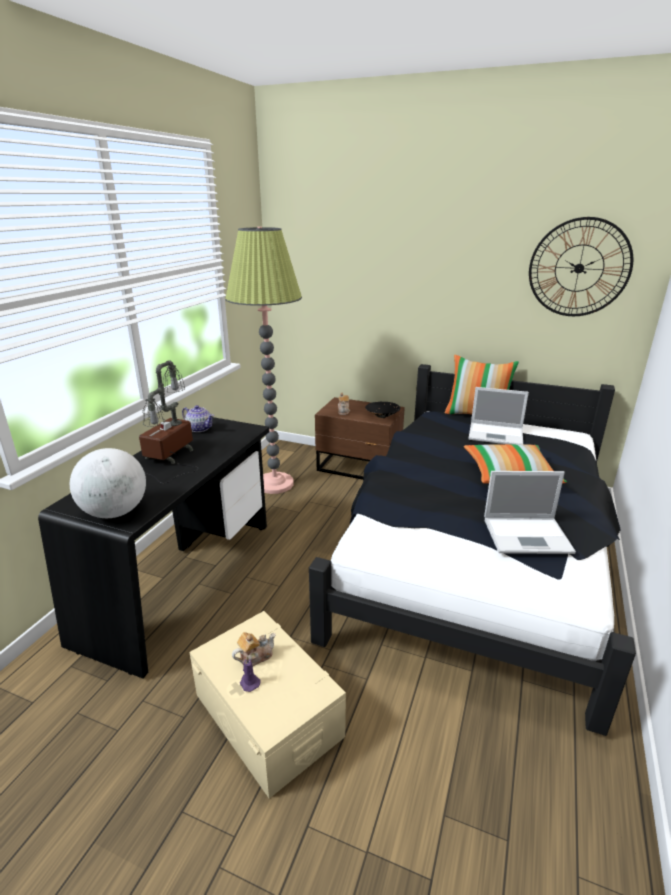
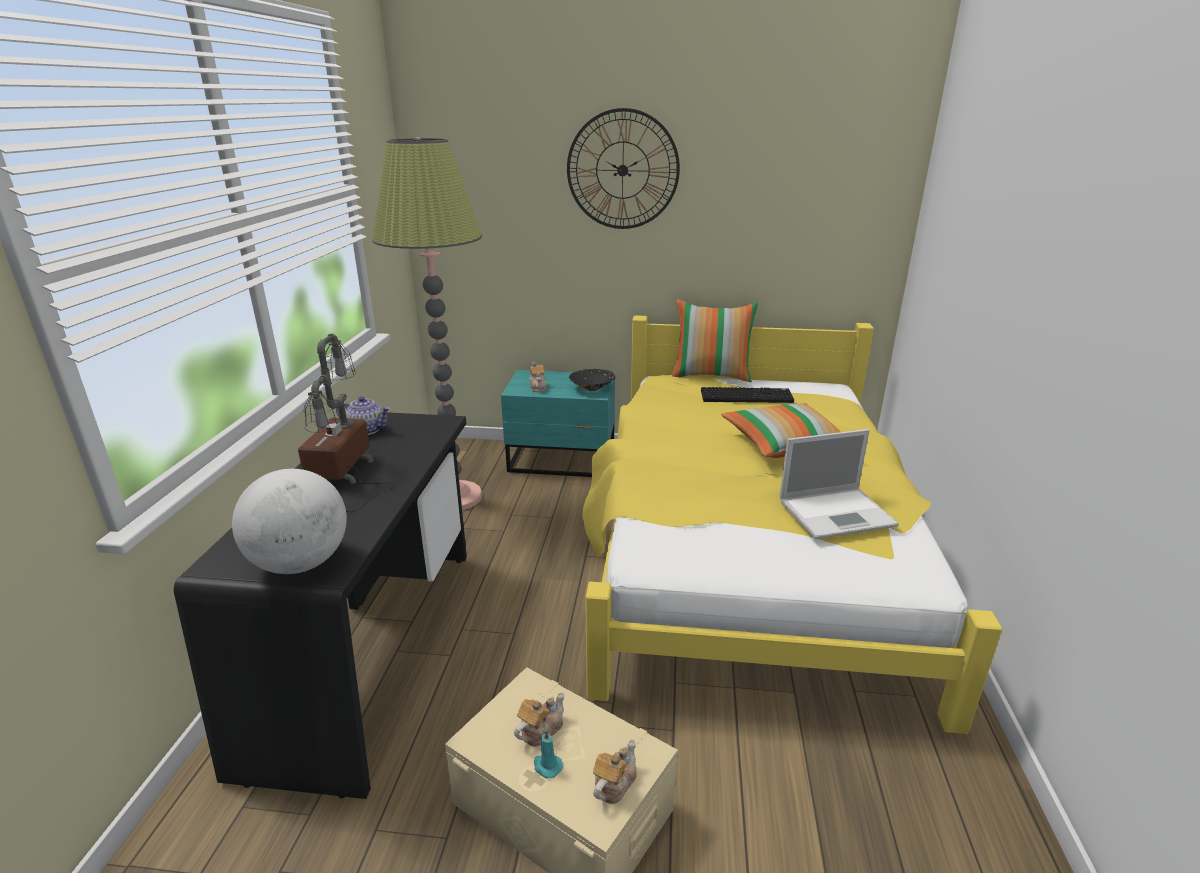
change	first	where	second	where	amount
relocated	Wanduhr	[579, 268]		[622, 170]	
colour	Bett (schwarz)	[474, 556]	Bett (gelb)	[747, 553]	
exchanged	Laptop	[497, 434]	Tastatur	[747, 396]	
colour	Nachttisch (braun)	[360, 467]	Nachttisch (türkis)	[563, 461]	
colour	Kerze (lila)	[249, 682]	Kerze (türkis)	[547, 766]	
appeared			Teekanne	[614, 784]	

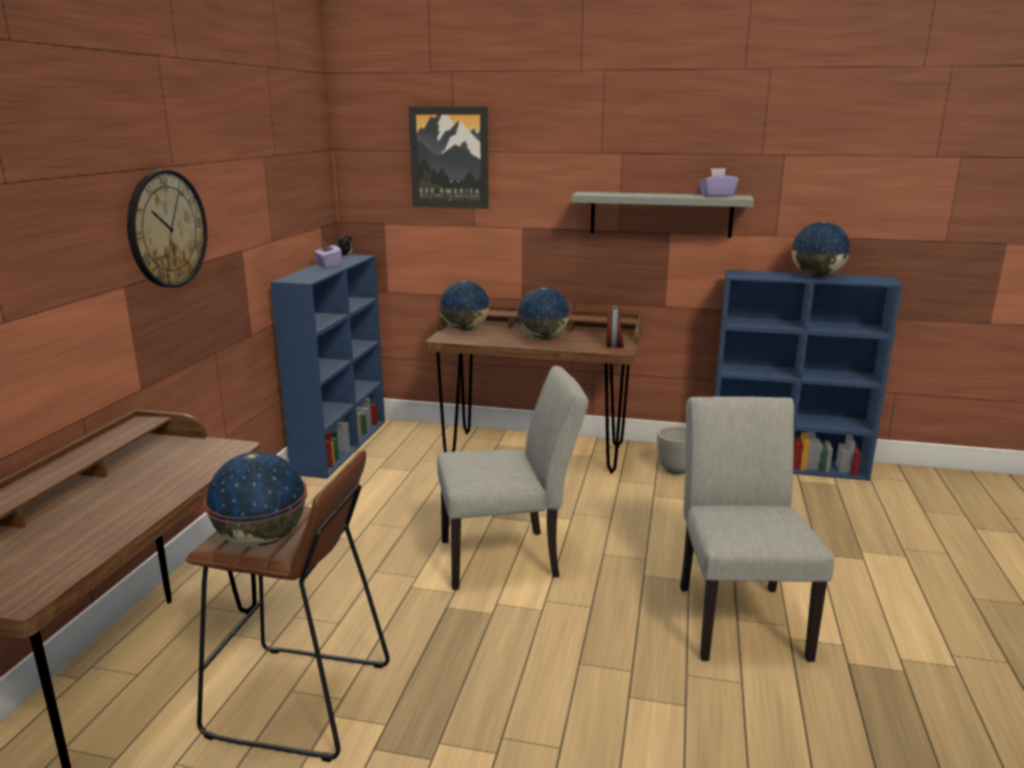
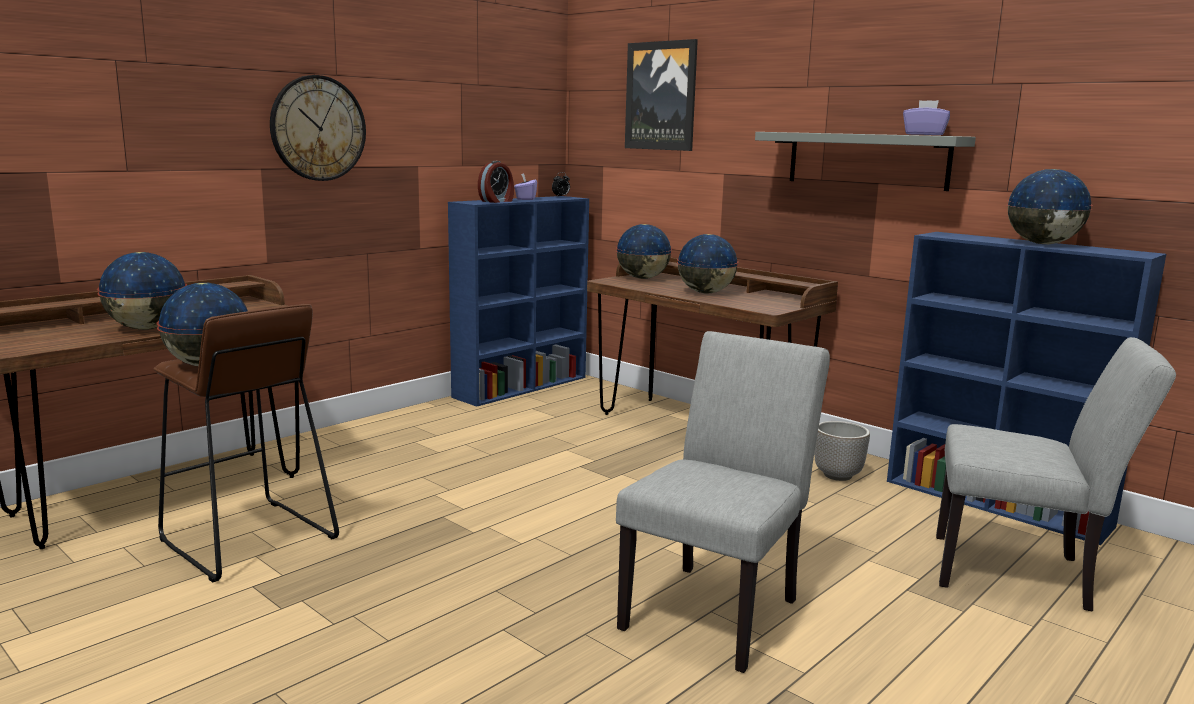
change	first	where	second	where	amount
relocated	Wecker	[614, 344]		[497, 201]	
relocated	Stuhl (grau)	[509, 558]		[1024, 574]	
appeared			Globus	[147, 328]	

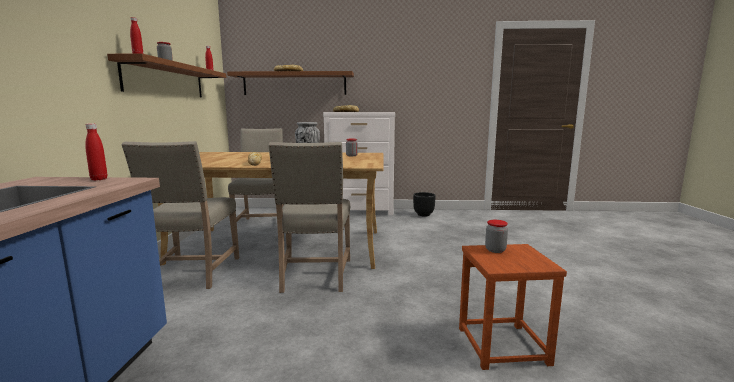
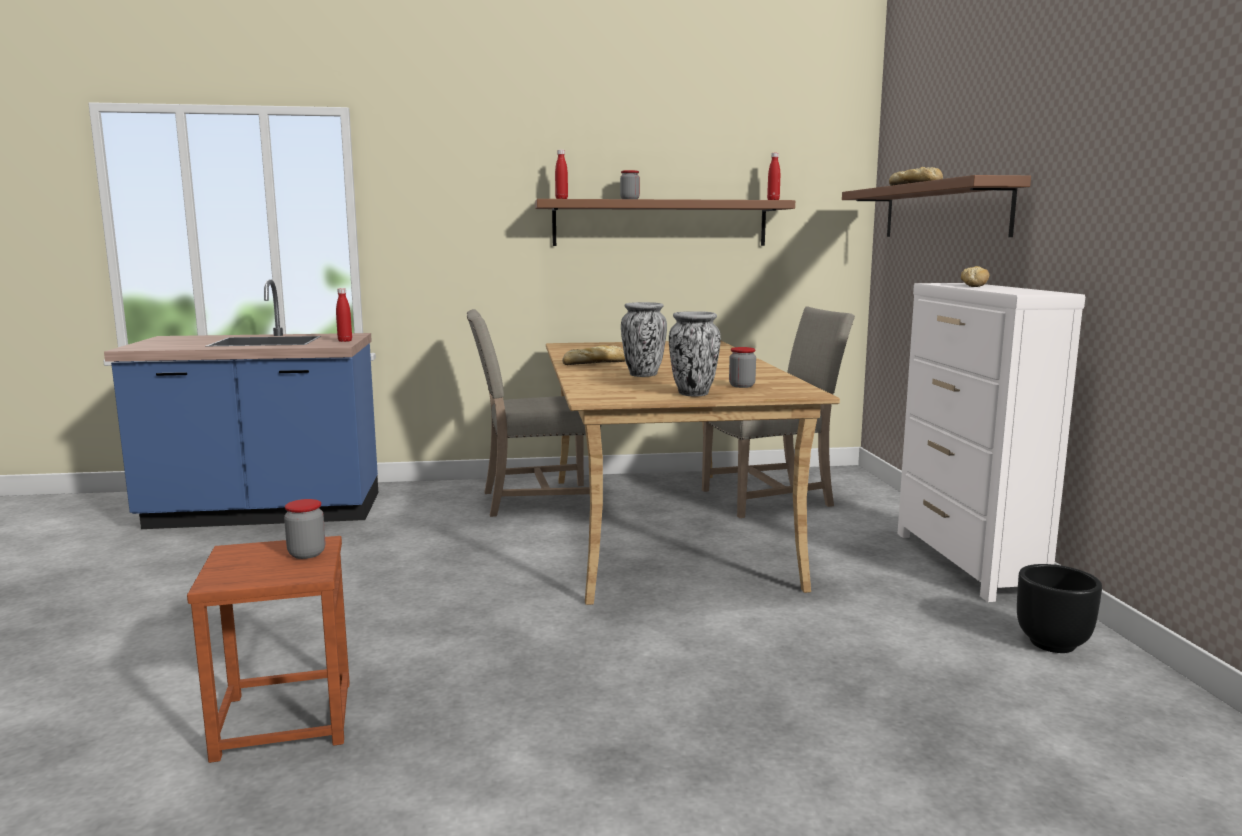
change	first	where	second	where	amount
missing	Stuhl (beige)	[315, 276]			
appeared			Vase	[693, 394]	

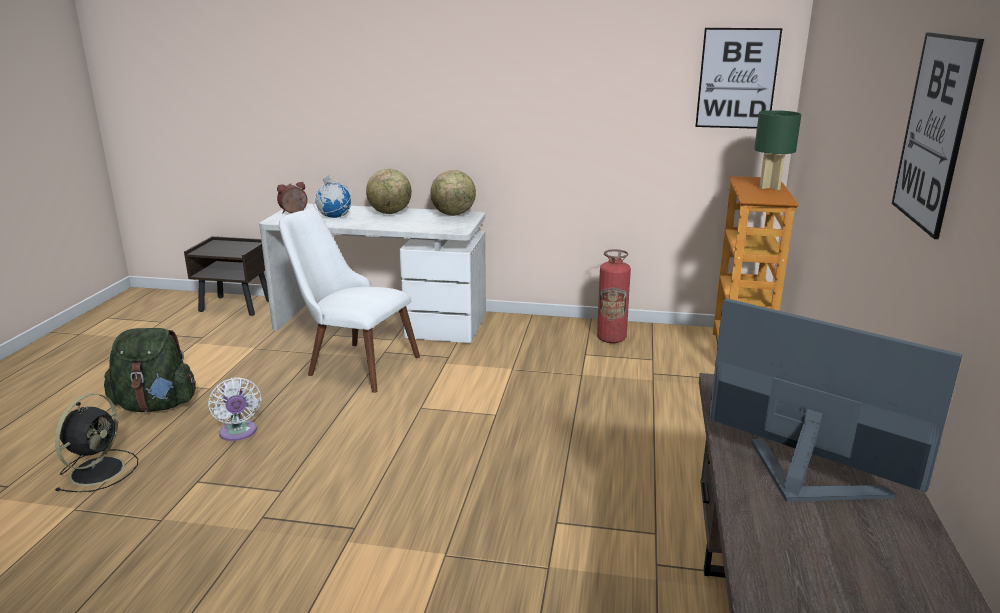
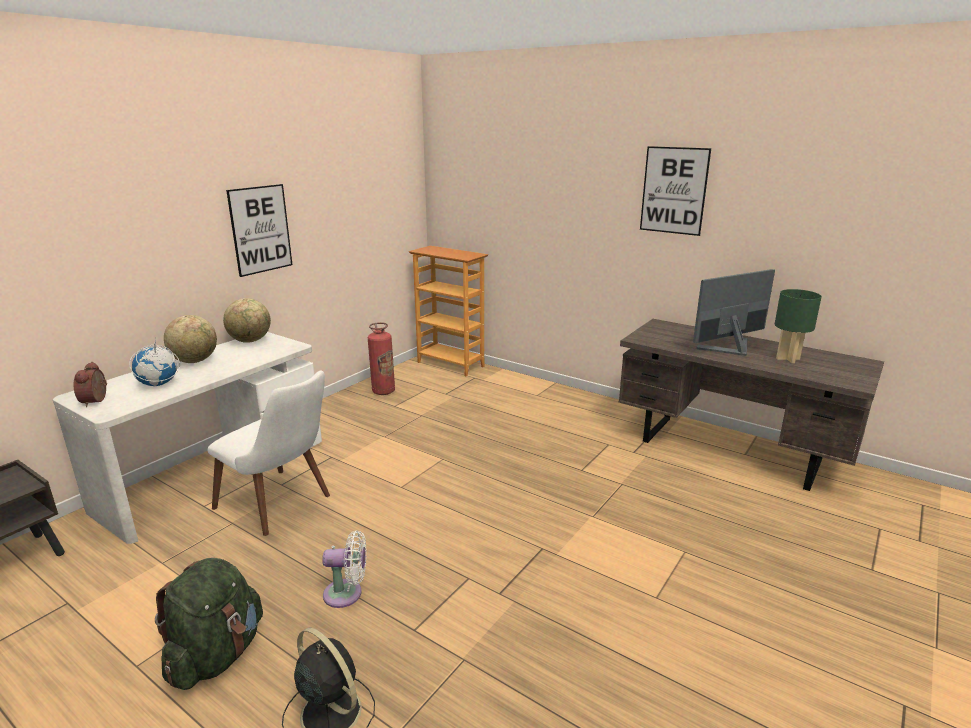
change	first	where	second	where	amount
relocated	Bild	[737, 78]		[260, 229]	
relocated	Tischlampe (grün)	[769, 187]		[788, 359]	
spun	Stuhl (weiß)	[352, 363]		[282, 505]	105 degrees counterclockwise

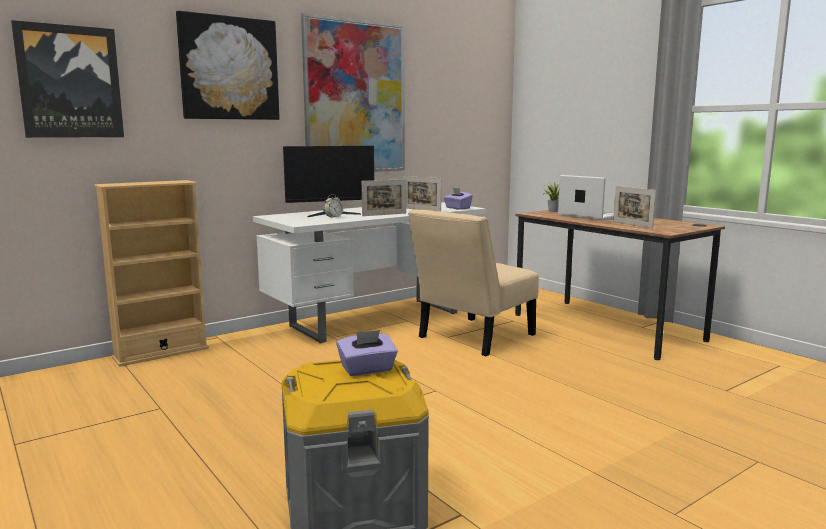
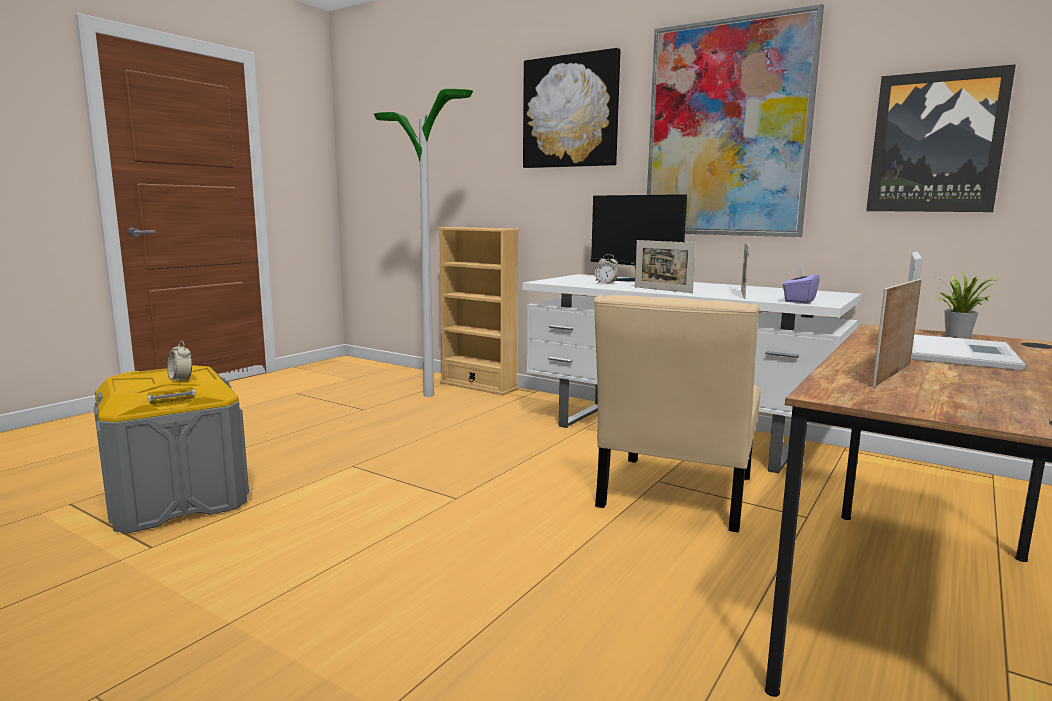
change	first	where	second	where	amount
relocated	Bild	[70, 82]		[936, 143]	
spun	Stuhl (beige)	[472, 338]		[673, 496]	90 degrees counterclockwise
exchanged	Taschentuchbox (lila)	[367, 370]	Wecker	[181, 380]	
appeared			Stehlampe	[429, 395]	

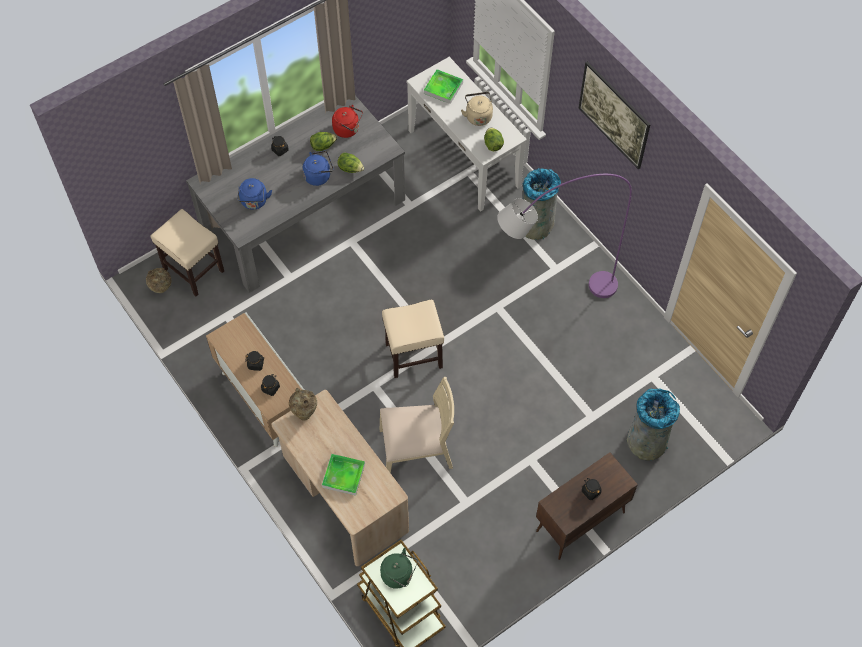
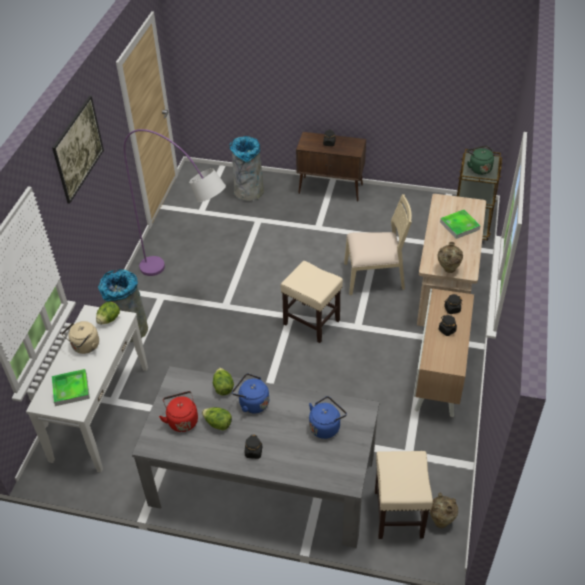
change	first	where	second	where	amount
spun	Stuhl (beige)	[416, 450]		[374, 276]	135 degrees clockwise

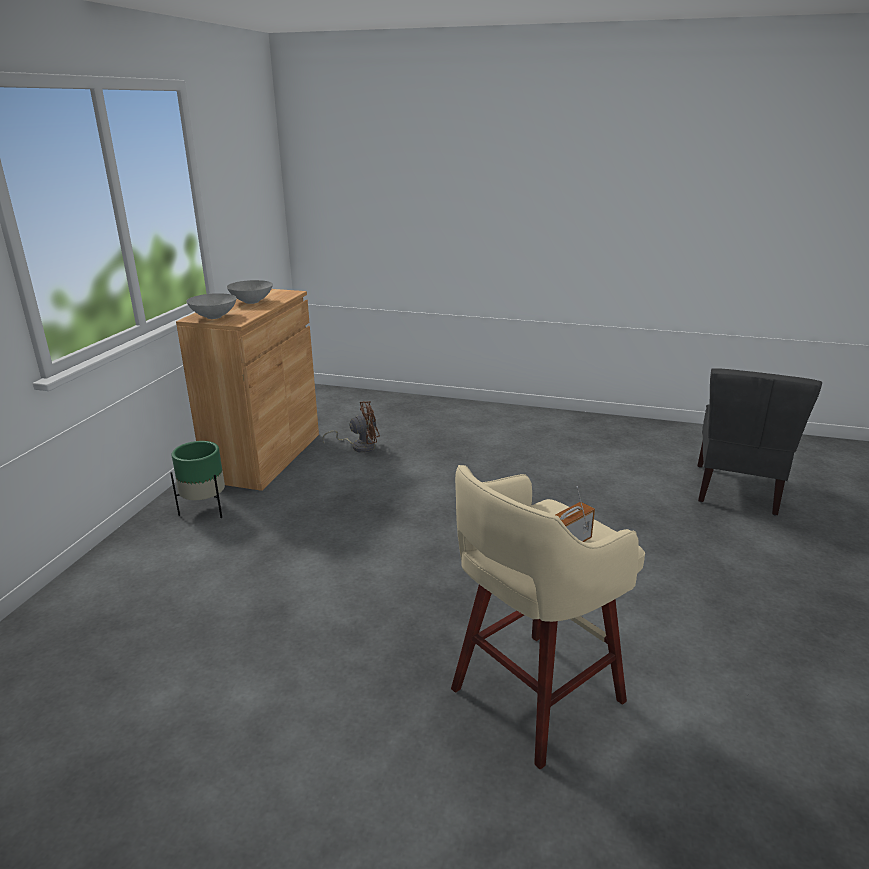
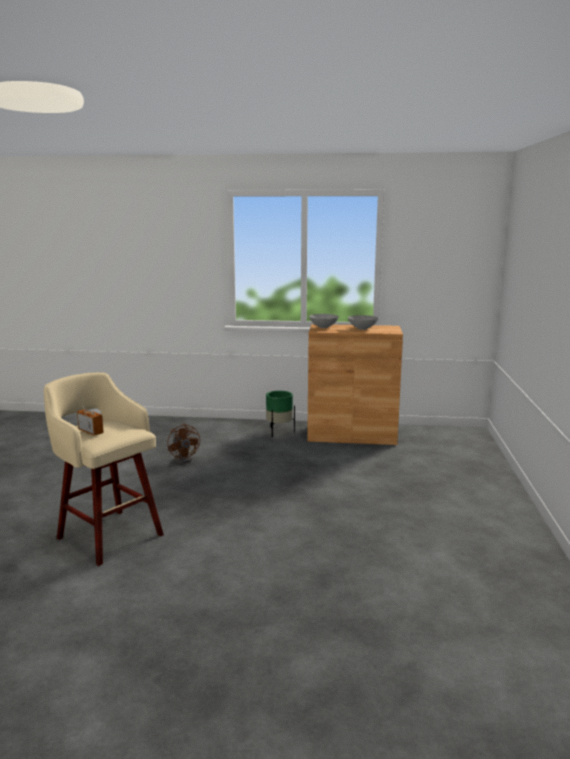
change	first	where	second	where	amount
missing	Stuhl (grau)	[737, 490]			
relocated	Ventilator (braun)	[359, 446]		[185, 459]	

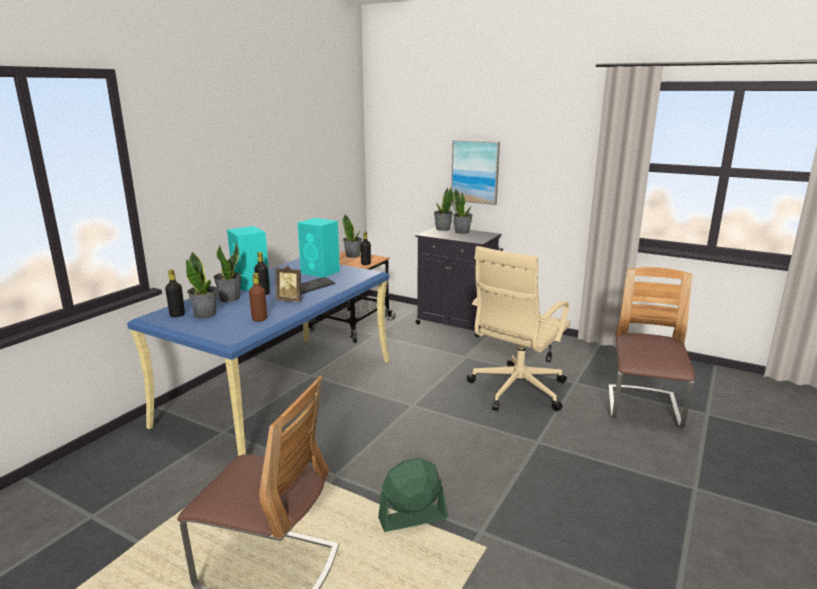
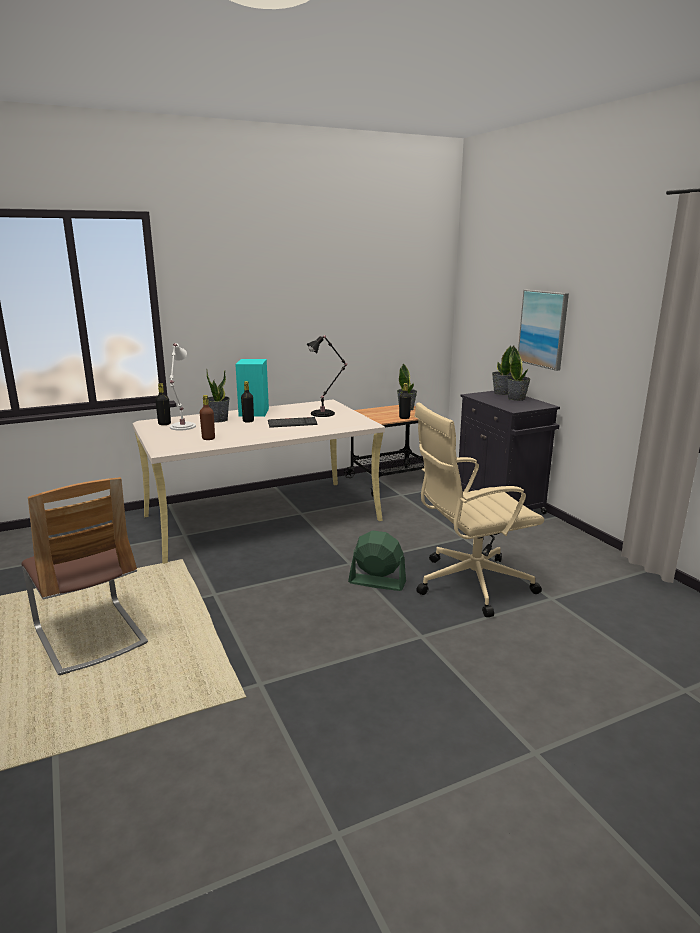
change	first	where	second	where	amount
exchanged	Lautsprecher (türkis)	[321, 272]	Tischlampe (schwarz)	[324, 413]	
exchanged	Topfpflanze	[205, 314]	Tischlampe (weiß)	[182, 427]	
colour	Schreibtisch (blau)	[281, 390]	Schreibtisch (beige)	[263, 518]	
missing	Bilderrahmen	[290, 300]			
missing	Stuhl	[643, 408]			
relocated	Ventilator (grün)	[412, 518]		[376, 582]	

